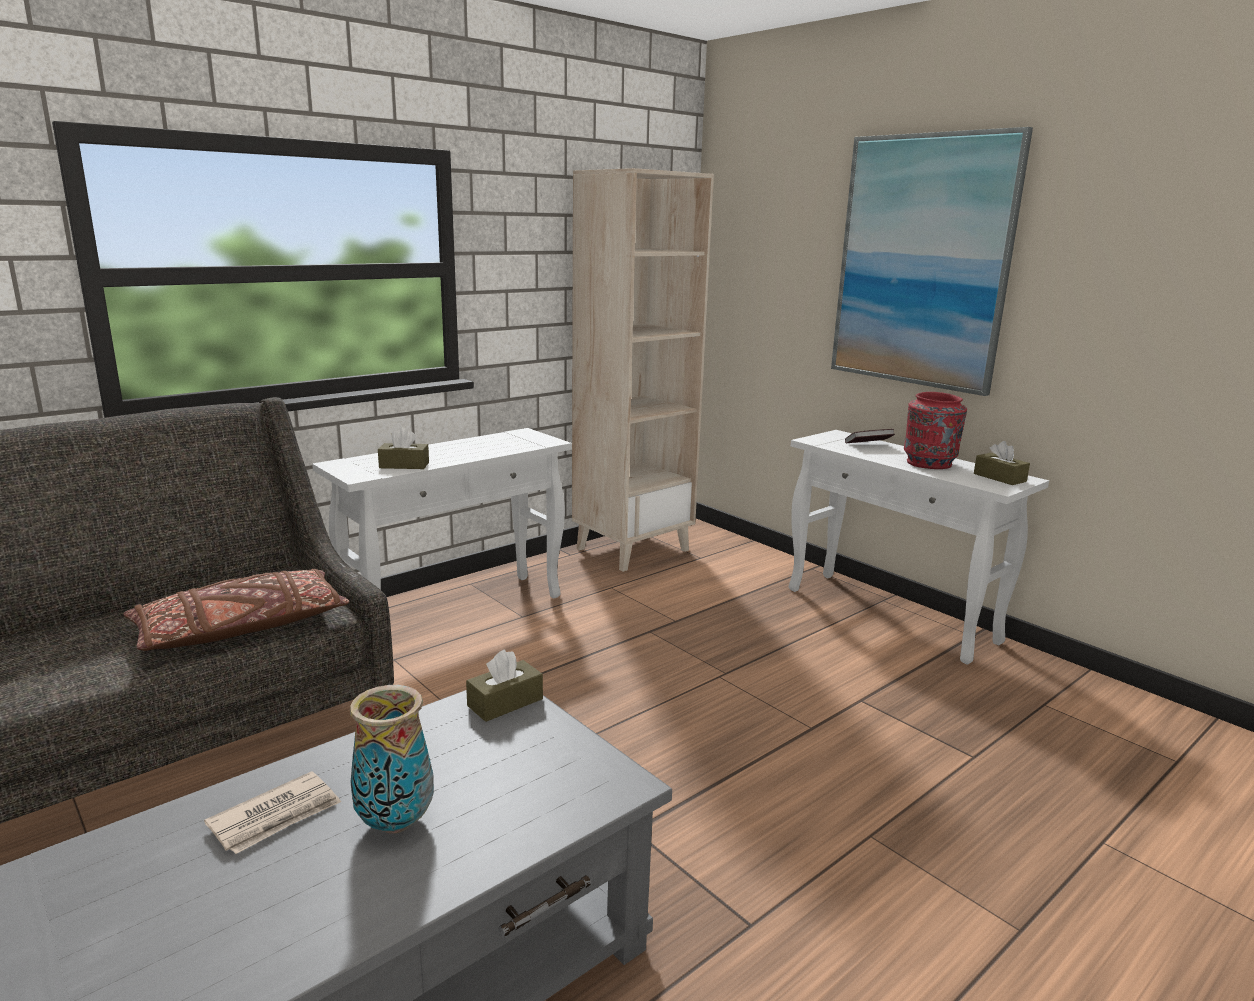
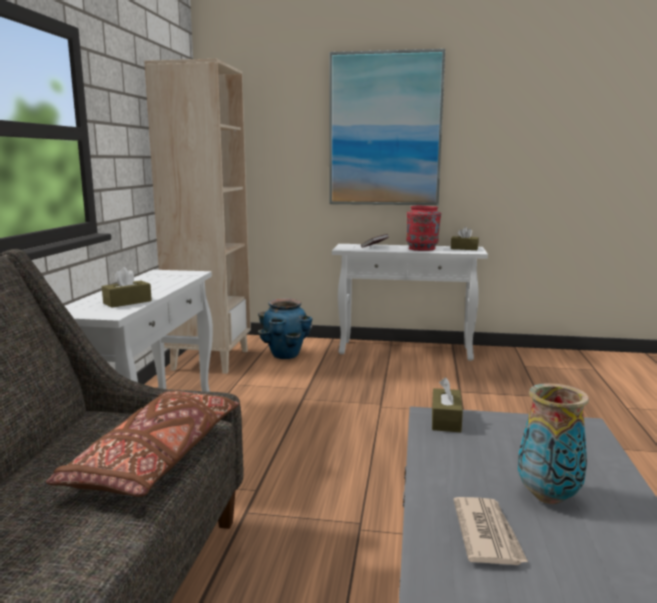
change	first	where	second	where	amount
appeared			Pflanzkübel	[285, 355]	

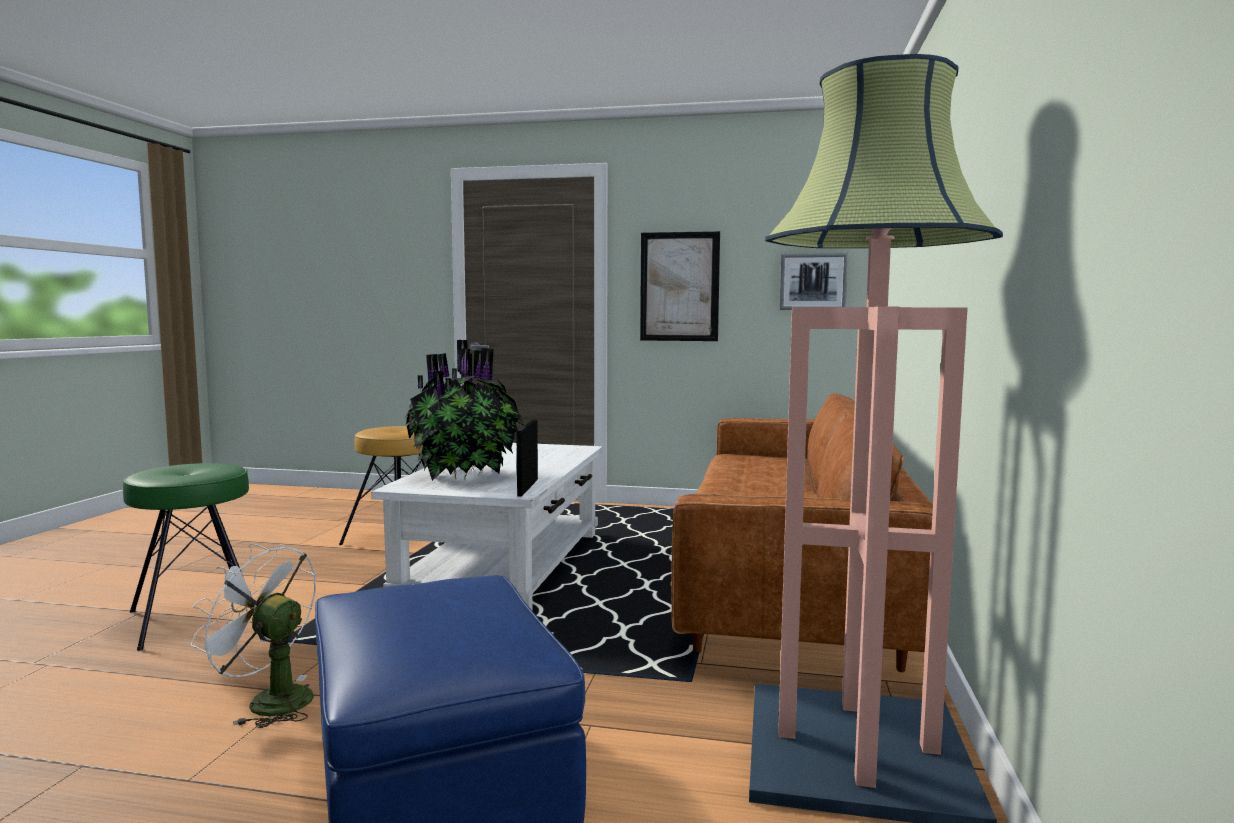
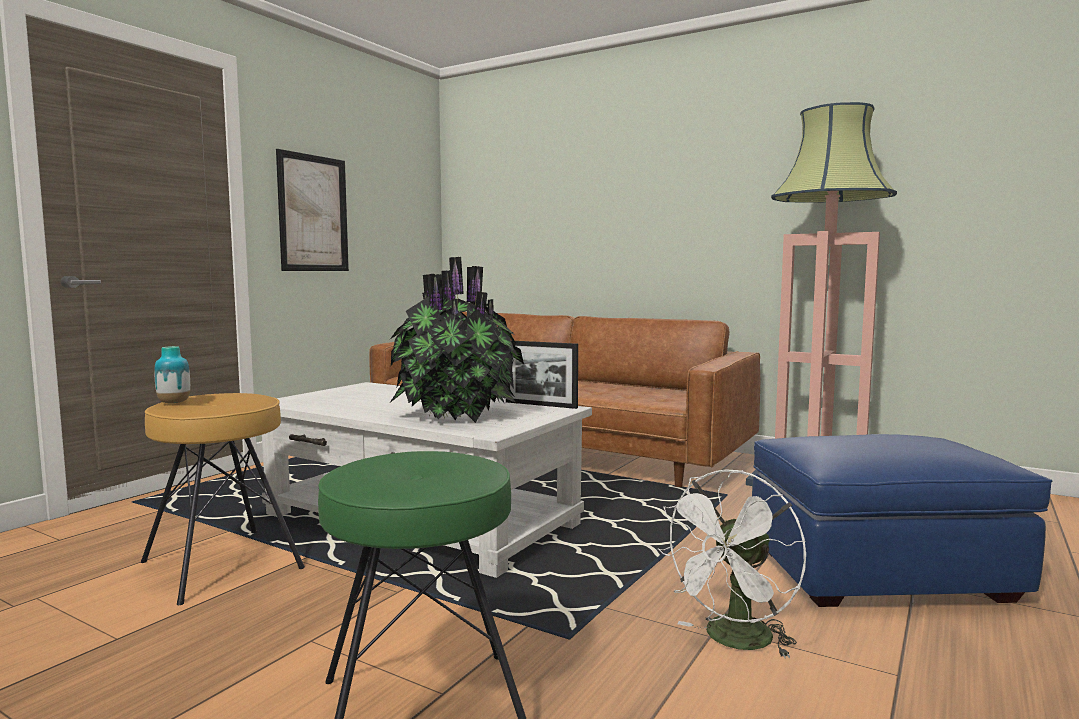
change	first	where	second	where	amount
missing	Bild	[813, 282]			
appeared			Vase	[174, 403]	

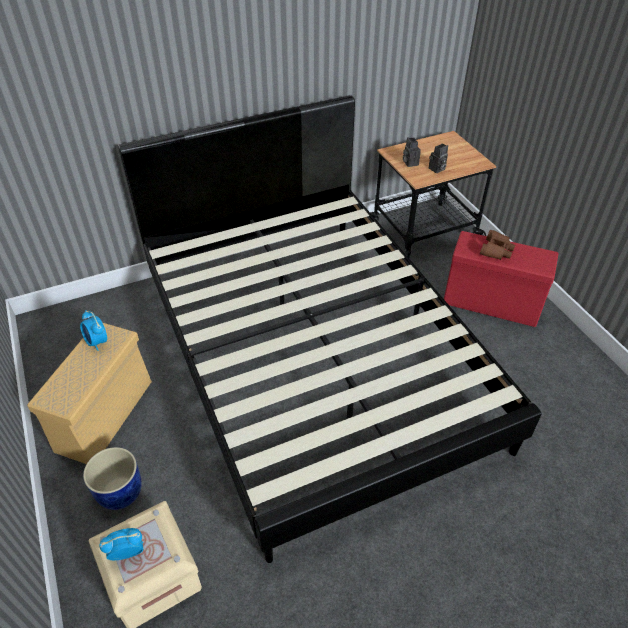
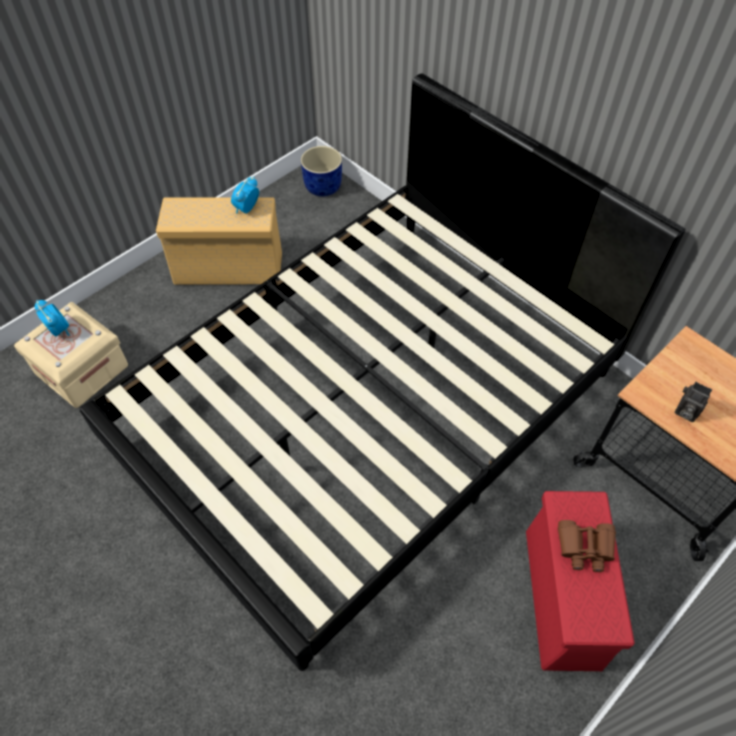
change	first	where	second	where	amount
missing	Kamera	[409, 162]			
relocated	Pflanzkübel (blau)	[120, 491]		[323, 186]	

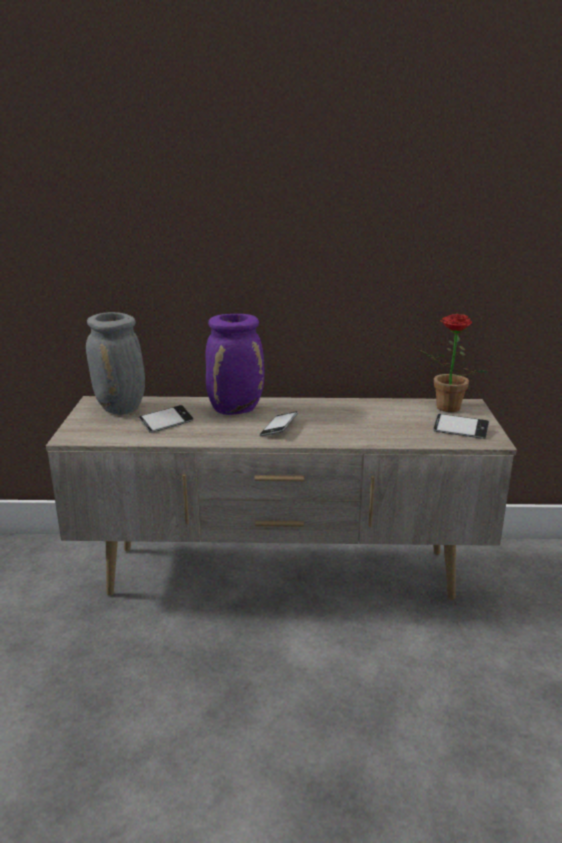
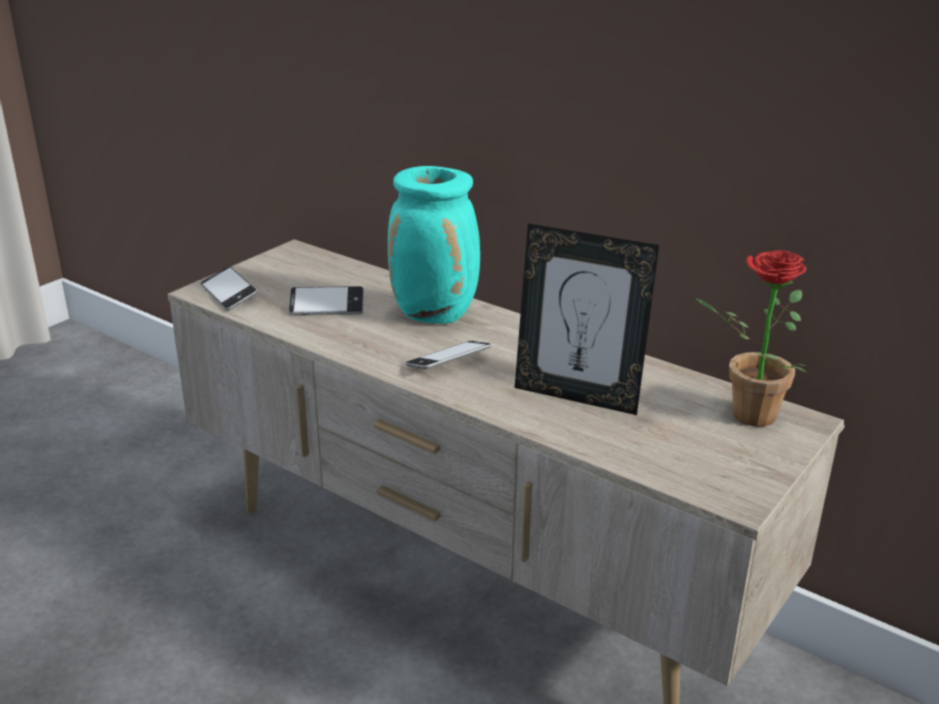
change	first	where	second	where	amount
missing	Vase (grau)	[121, 409]			
colour	Vase (lila)	[236, 409]	Vase (türkis)	[436, 315]	
relocated	Handy	[460, 430]		[229, 294]	
appeared			Bilderrahmen	[577, 396]	

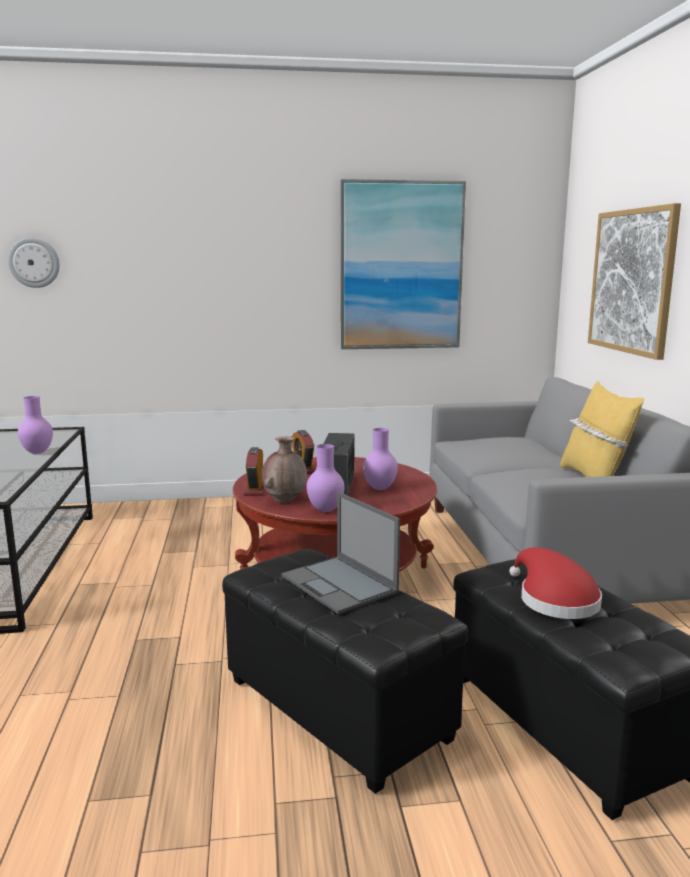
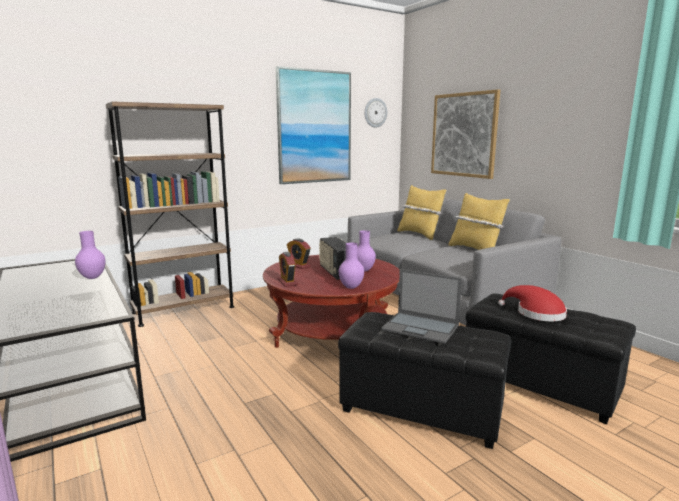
change	first	where	second	where	amount
relocated	Wanduhr	[34, 262]		[375, 112]	
missing	Vase (braun)	[284, 500]			
appeared			Bücherregal (braun)	[184, 310]	
appeared			Kissen (gelb)	[419, 234]	

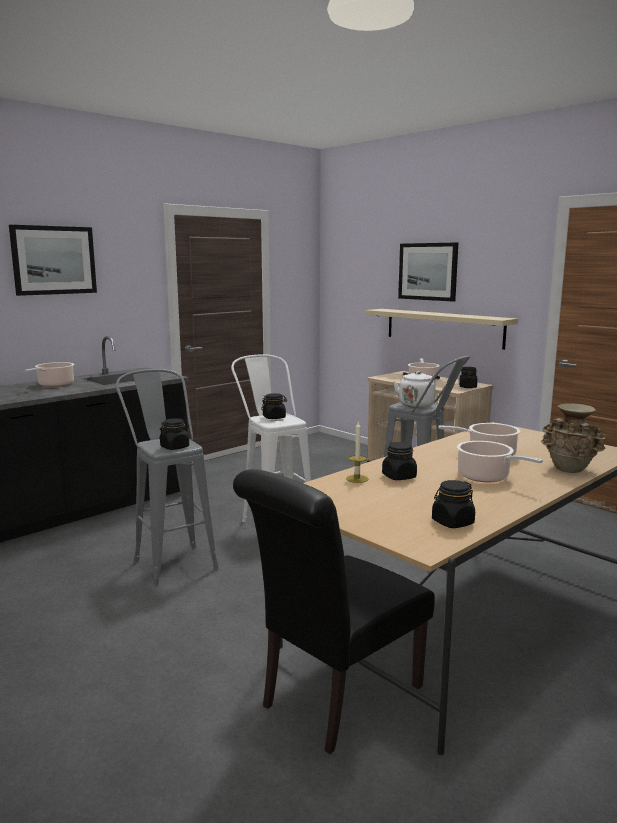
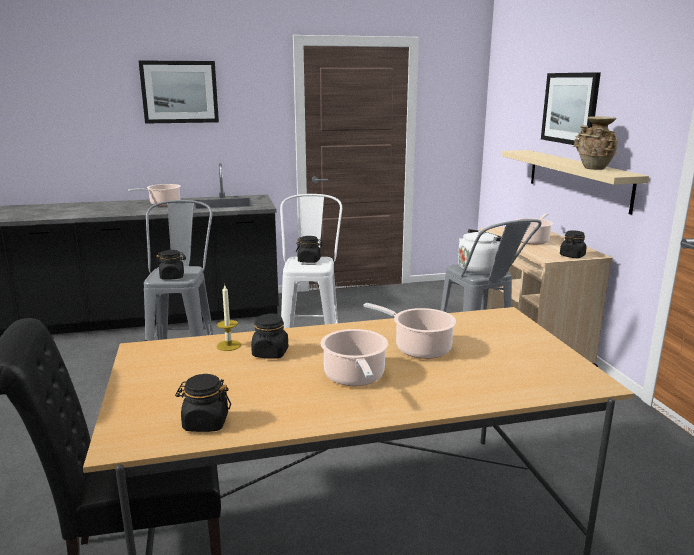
change	first	where	second	where	amount
relocated	Vase (beige)	[570, 470]		[593, 168]	

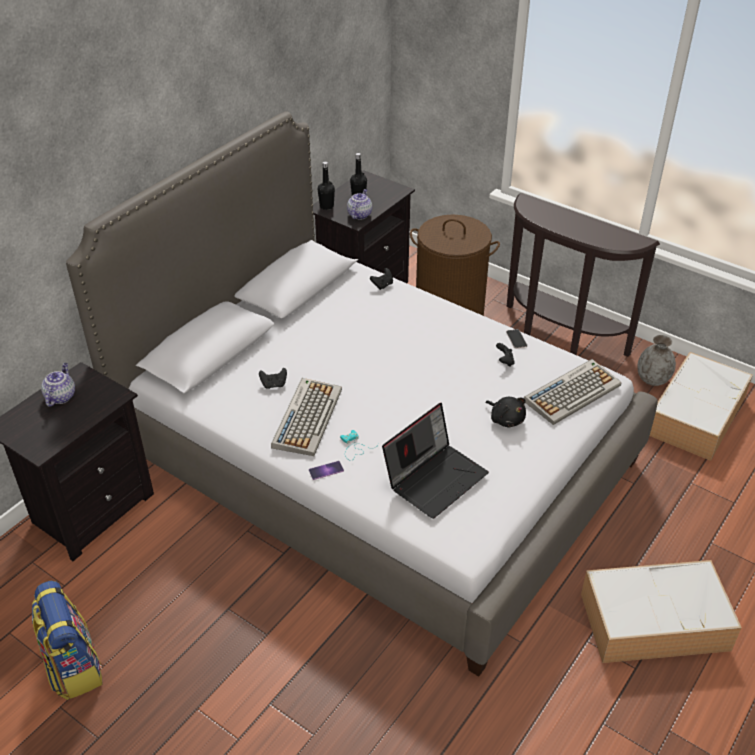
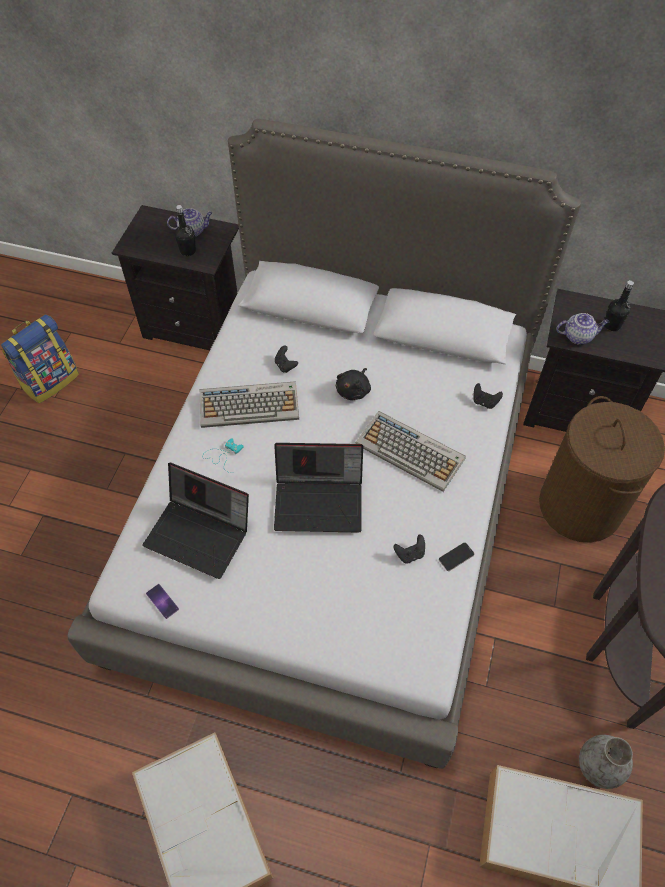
change	first	where	second	where	amount
relocated	Flasche (schwarz)	[326, 206]		[188, 251]	
relocated	Tastatur	[572, 392]		[411, 451]	
relocated	Plüschtier (schwarz)	[506, 419]		[354, 390]	
relocated	Handy	[326, 470]		[162, 601]	
appeared			Laptop	[320, 501]	

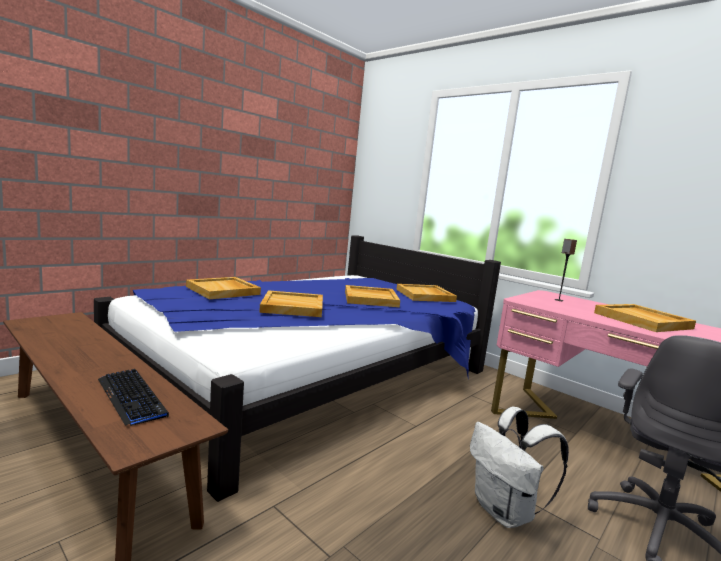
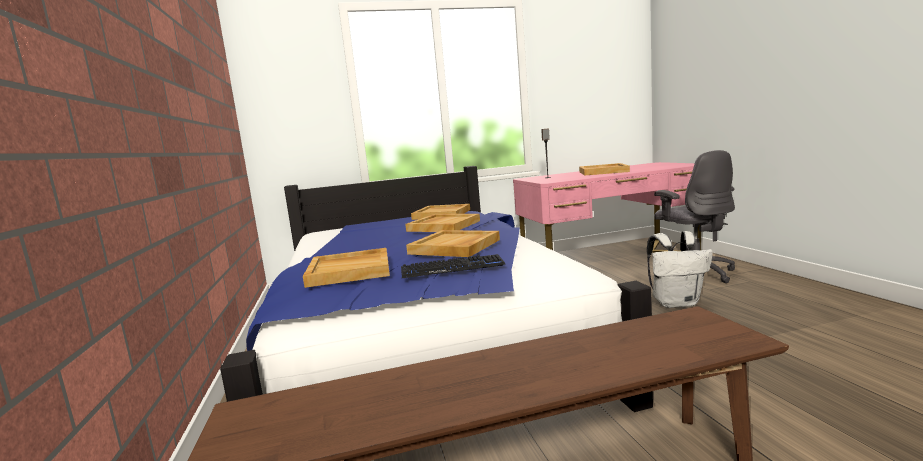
change	first	where	second	where	amount
relocated	Tastatur	[132, 397]		[452, 268]	

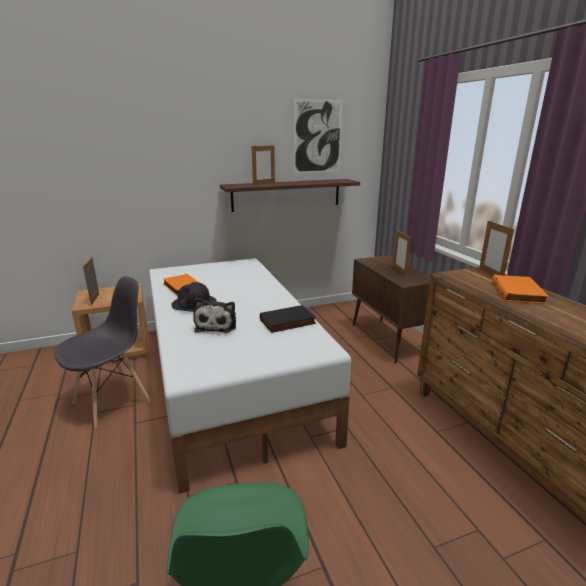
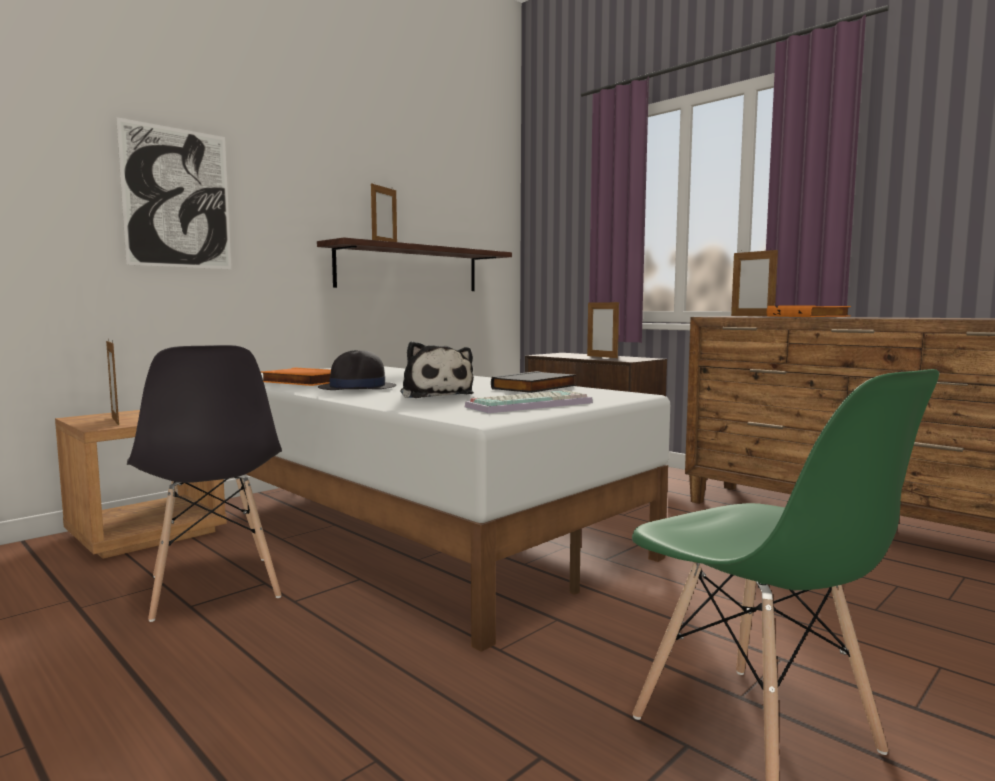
change	first	where	second	where	amount
relocated	Bild	[317, 136]		[177, 198]	
spun	Stuhl (grau)	[113, 401]		[214, 587]	135 degrees clockwise
appeared			Tastatur	[530, 404]	

